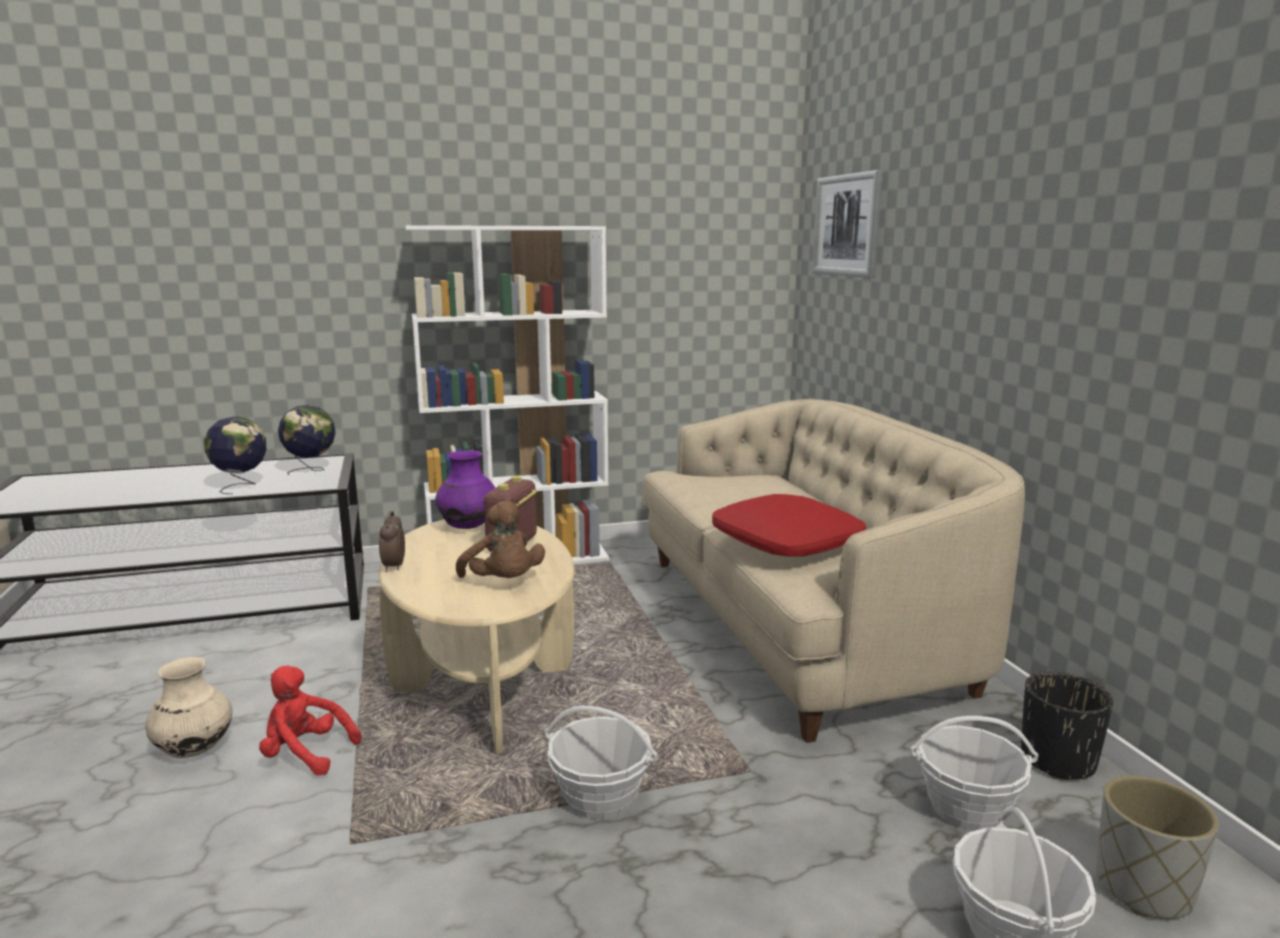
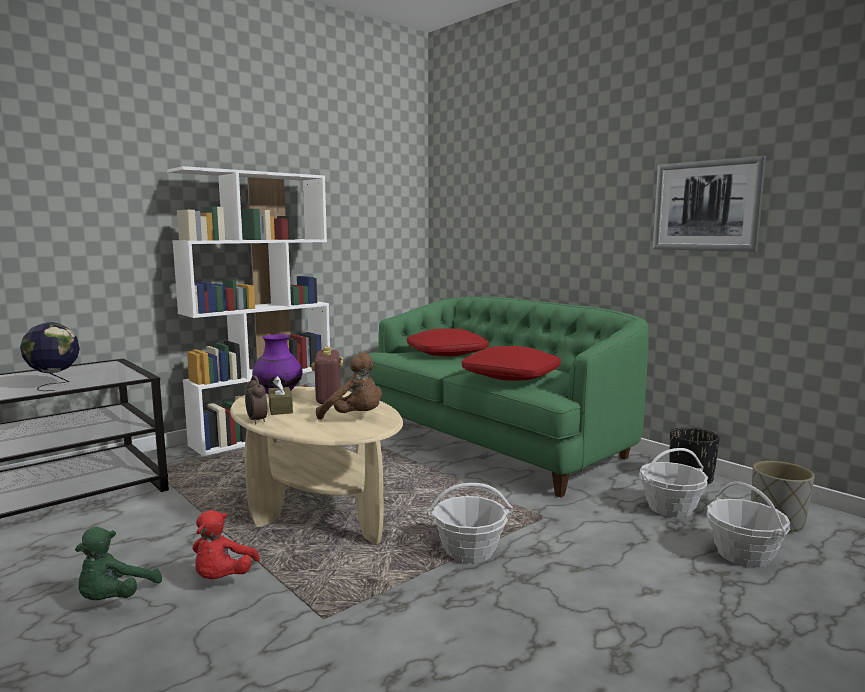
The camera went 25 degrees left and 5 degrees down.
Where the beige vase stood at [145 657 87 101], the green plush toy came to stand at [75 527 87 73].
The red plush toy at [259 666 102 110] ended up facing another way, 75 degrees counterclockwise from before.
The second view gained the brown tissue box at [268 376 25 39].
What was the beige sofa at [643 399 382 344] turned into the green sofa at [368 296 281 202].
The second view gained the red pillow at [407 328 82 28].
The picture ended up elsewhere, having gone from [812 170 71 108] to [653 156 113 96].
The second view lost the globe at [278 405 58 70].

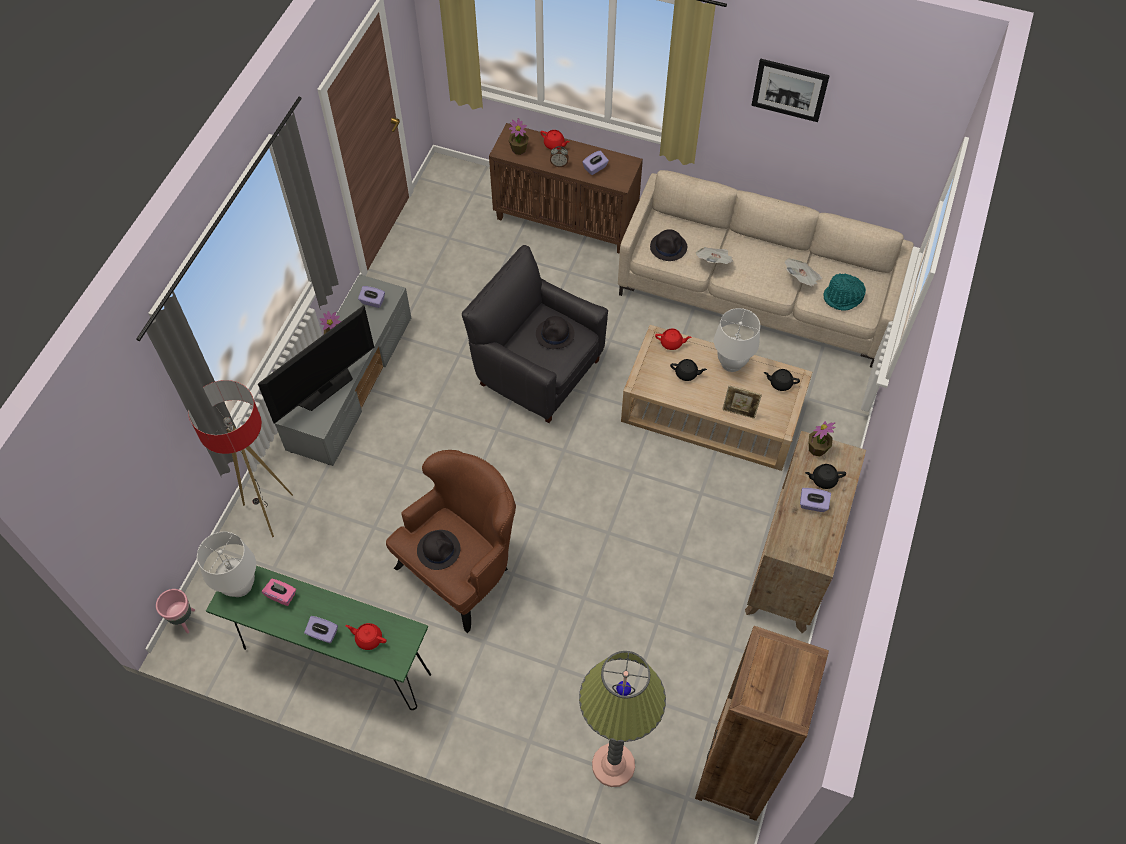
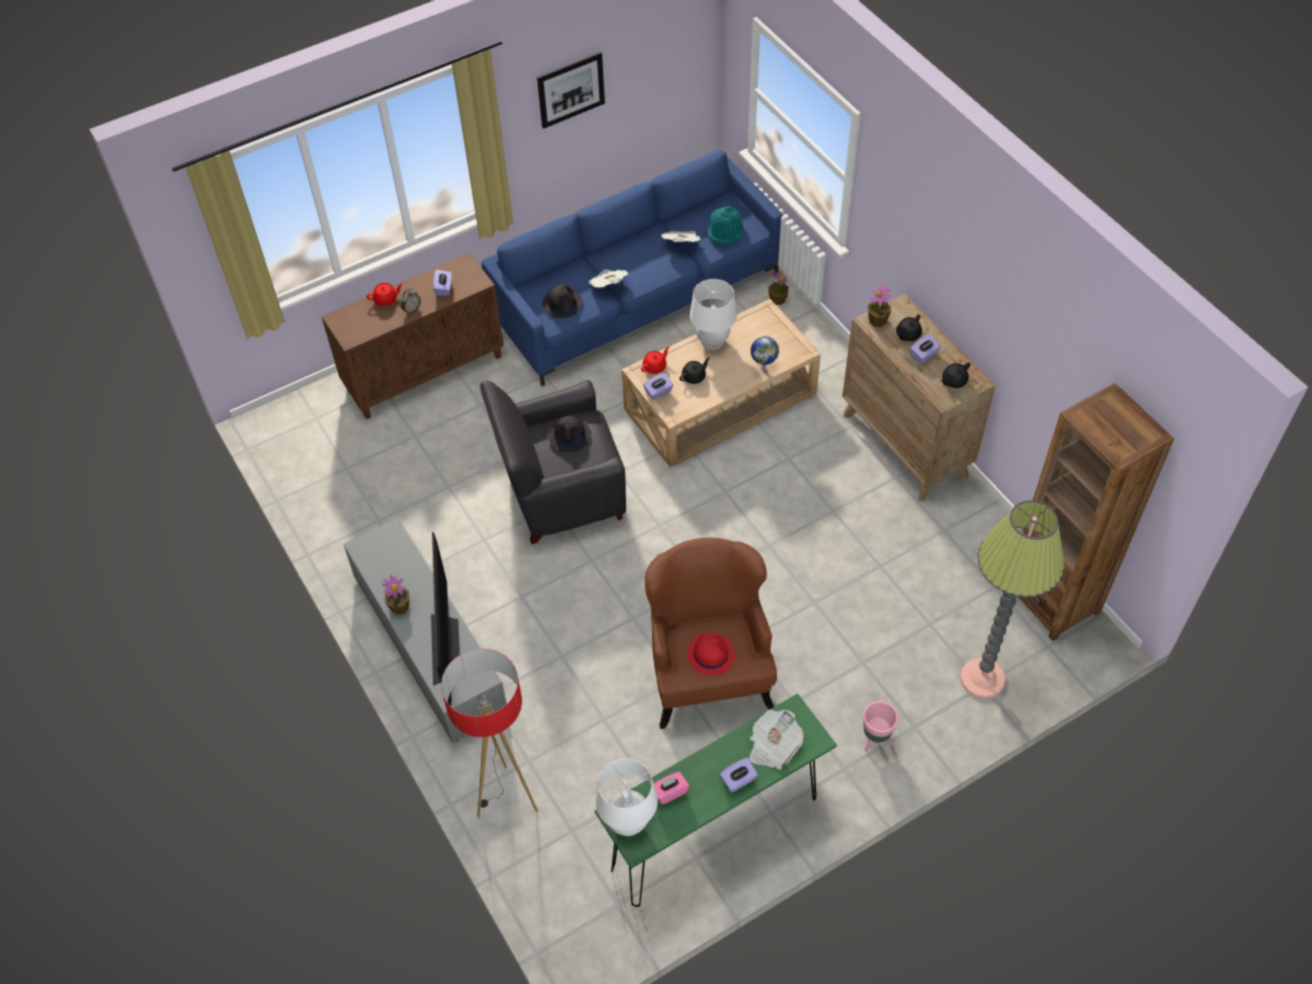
The camera went 50 degrees left and 5 degrees down.
What was the beige sofa at [618 170 296 198] turned into the blue sofa at [482 150 301 236].
The purple tissue box ended up elsewhere, having gone from [358 286 27 22] to [643 373 30 27].
What was the black hat at [417 530 43 40] turned into the red hat at [687 633 48 42].
Where the red teapot stood at [346 623 41 27], the newspaper came to stand at [749 710 54 60].
Where the picture frame stood at [722 385 40 34], the globe came to stand at [751 336 28 35].
The potted plant ended up elsewhere, having gone from [509 118 20 37] to [768 270 20 35].
The pink planter ended up elsewhere, having gone from [156 589 39 45] to [863 701 35 51].
The black teapot ended up elsewhere, having gone from [764 369 36 22] to [941 362 29 26].

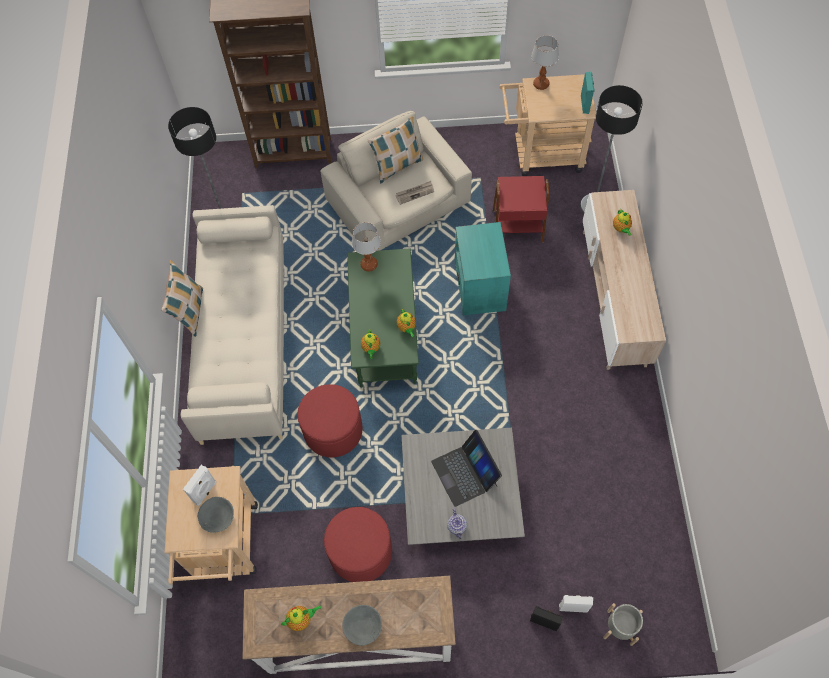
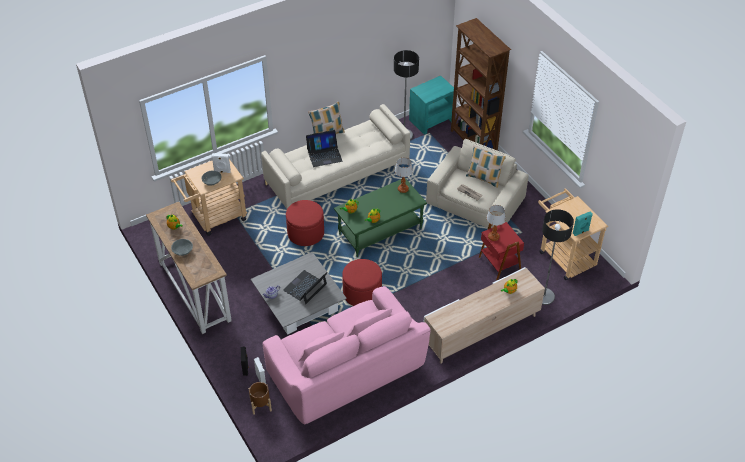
The camera went 60 degrees right and 15 degrees down.
What was the grey planter at [603 603 40 43] turned into the brown planter at [249 382 23 33].
The second view gained the pink sofa at [263 286 168 138].
The second view gained the laptop at [306 130 36 37].
The red ottoman ended up elsewhere, having gone from [324 507 68 75] to [342 259 40 47].
The turquoise side table ended up elsewhere, having gone from [455 222 56 93] to [409 75 45 60].
The table lamp ended up elsewhere, having gone from [531 35 28 55] to [486 205 20 36].

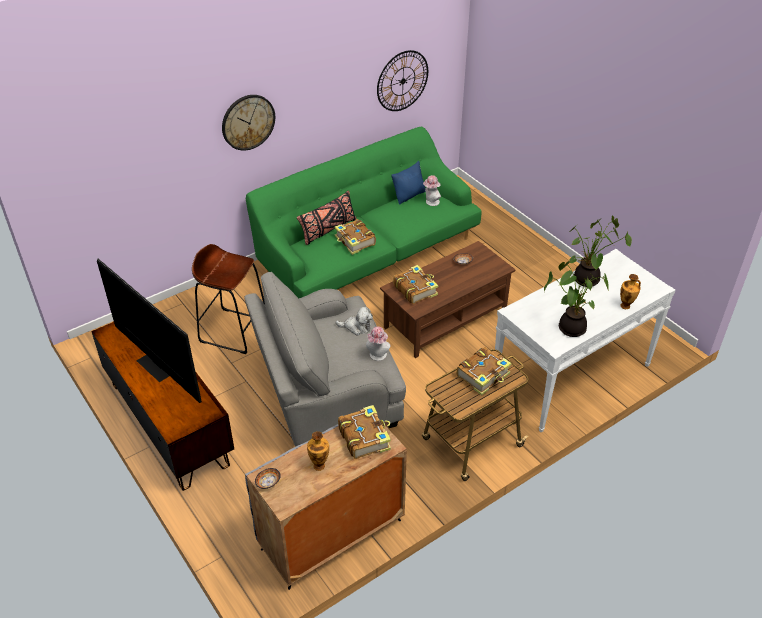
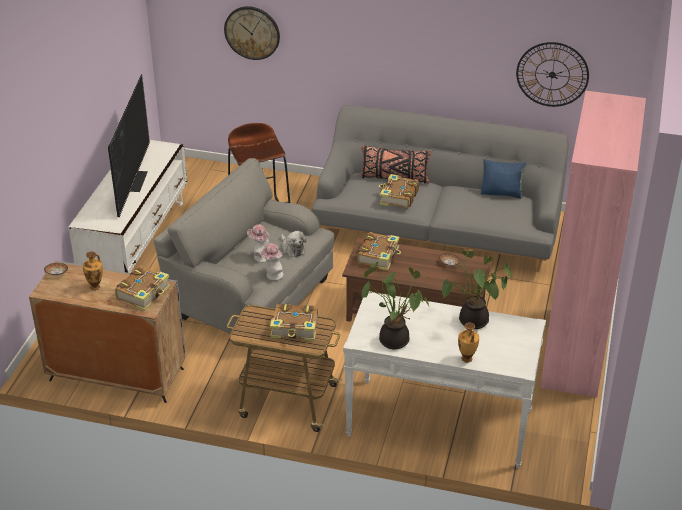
The camera went 50 degrees right and 5 degrees down.
What was the brown tv stand at [91 322 143 169] turned into the white tv stand at [69 140 118 133].
The wall clock ended up elsewhere, having gone from [222 95 53 56] to [224 6 56 54].
The hat ended up elsewhere, having gone from [423 175 18 31] to [247 224 22 38].
What was the green sofa at [246 127 235 171] turned into the grey sofa at [312 105 256 167].
The second view gained the pink bookcase at [540 91 106 307].

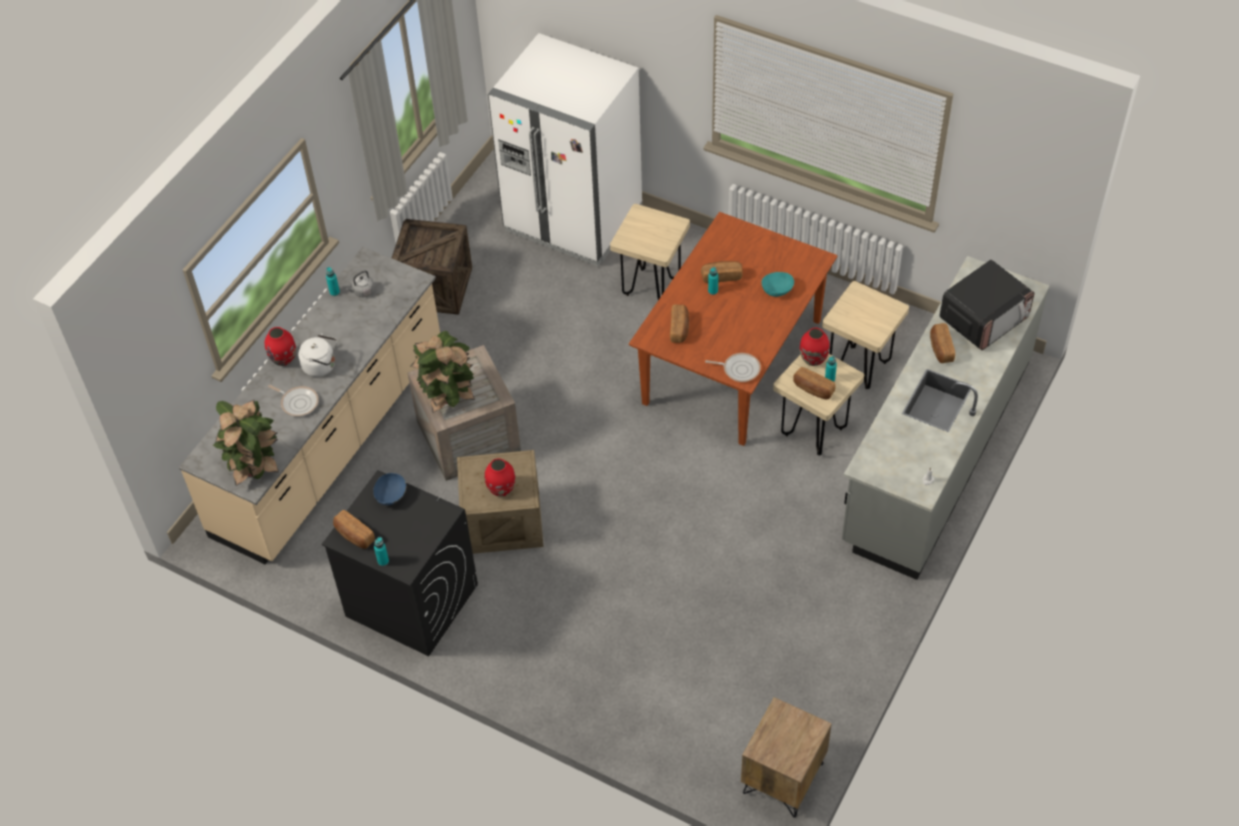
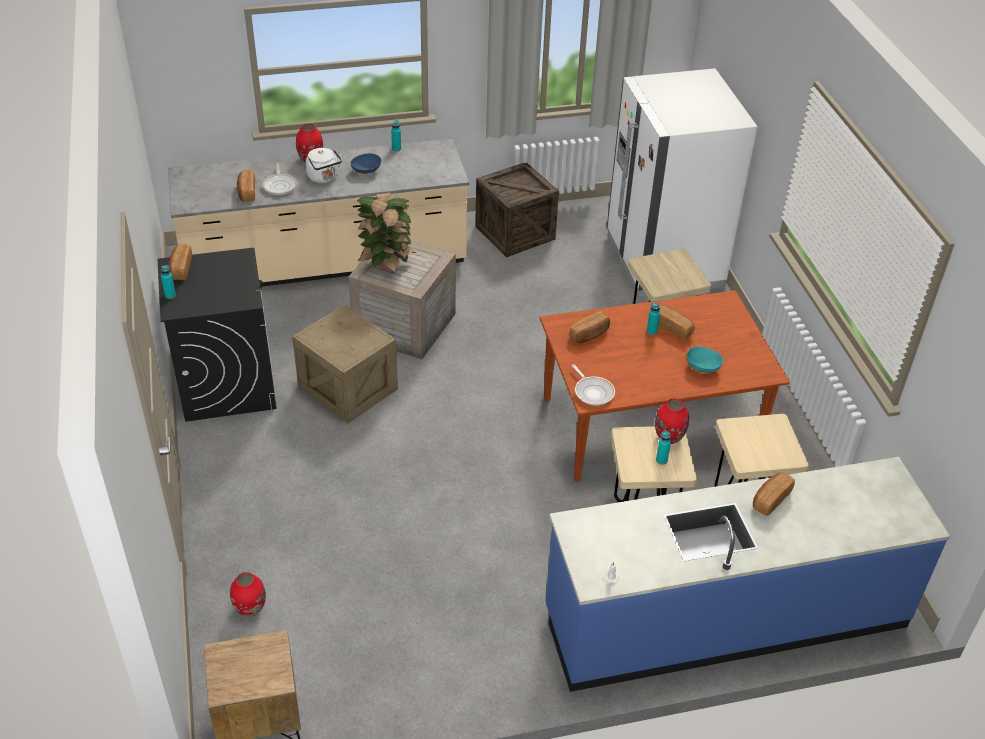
The camera went 45 degrees right and 10 degrees down.
The red vase ended up elsewhere, having gone from [485 458 31 39] to [230 572 36 45].
The bread ended up elsewhere, having gone from [793 367 42 32] to [237 170 18 32].
The blue bowl ended up elsewhere, having gone from [373 473 33 32] to [350 153 31 21].
What was the grey counter at [842 256 207 324] turned into the blue counter at [545 457 405 235].
The second view lost the potted plant at [213 400 66 86].
The second view lost the grey kettle at [346 270 29 27].
The second view lost the microwave at [939 260 95 90].

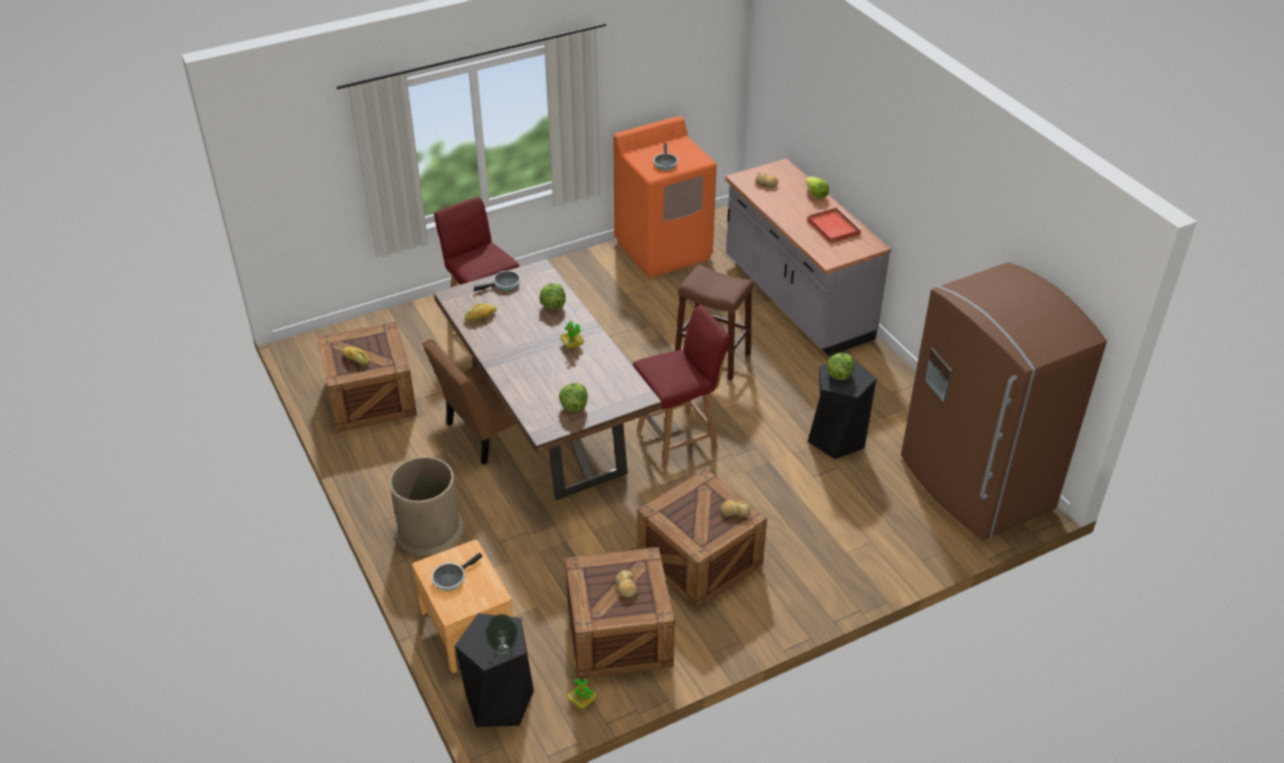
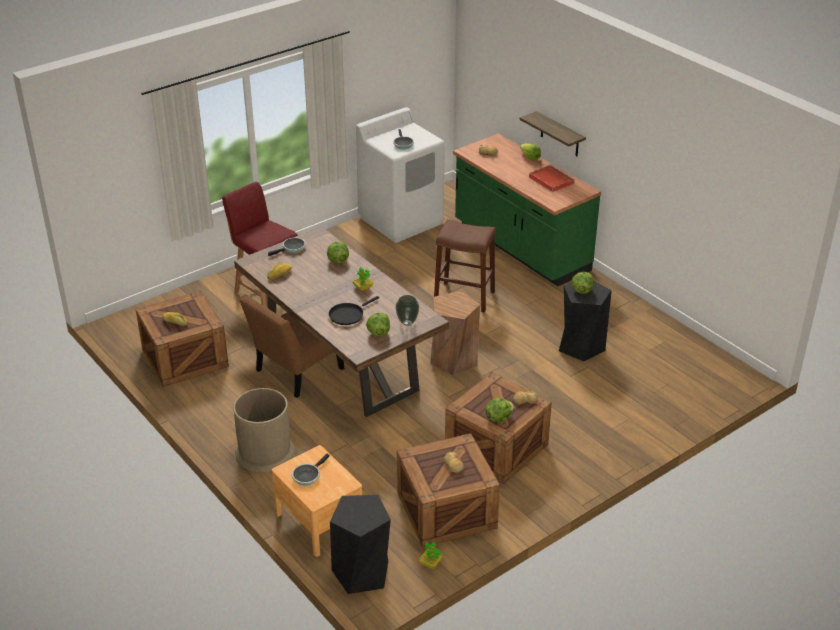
The camera went 10 degrees left and 5 degrees down.
The second view gained the black frying pan at [329 296 50 29].
What was the orange washing machine at [613 116 104 162] turned into the white washing machine at [356 107 89 136].
The vase ended up elsewhere, having gone from [484 614 35 41] to [395 295 24 31].
Where the red chair stood at [633 305 97 162], the brown stool came to stand at [430 291 50 85].
What was the grey counter at [725 158 166 198] turned into the green counter at [453 133 148 153].
The second view gained the lettuce at [485 398 29 25].
The second view gained the shelf at [519 111 67 45].
The second view lost the brown fridge at [901 262 206 278].

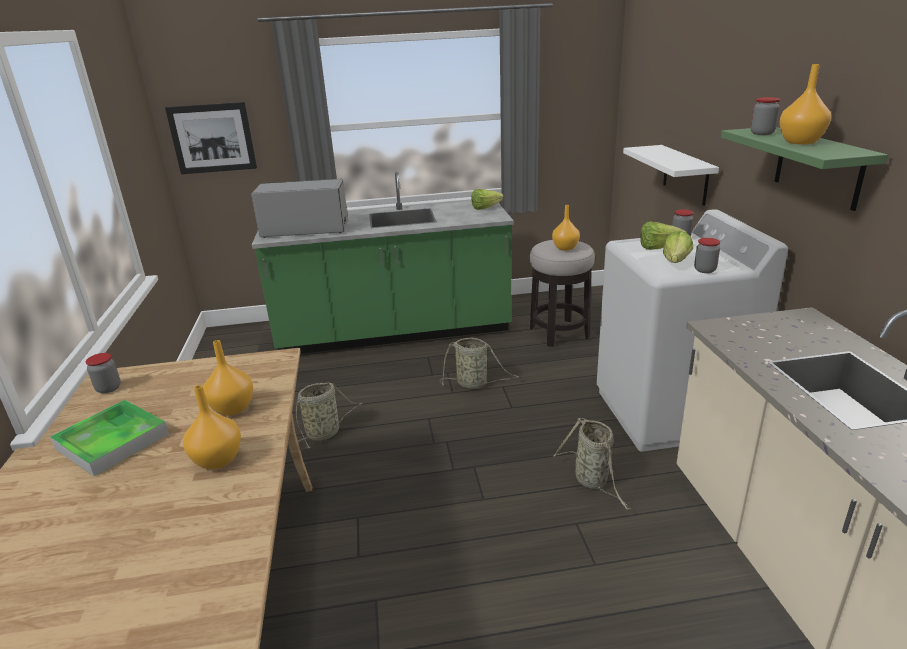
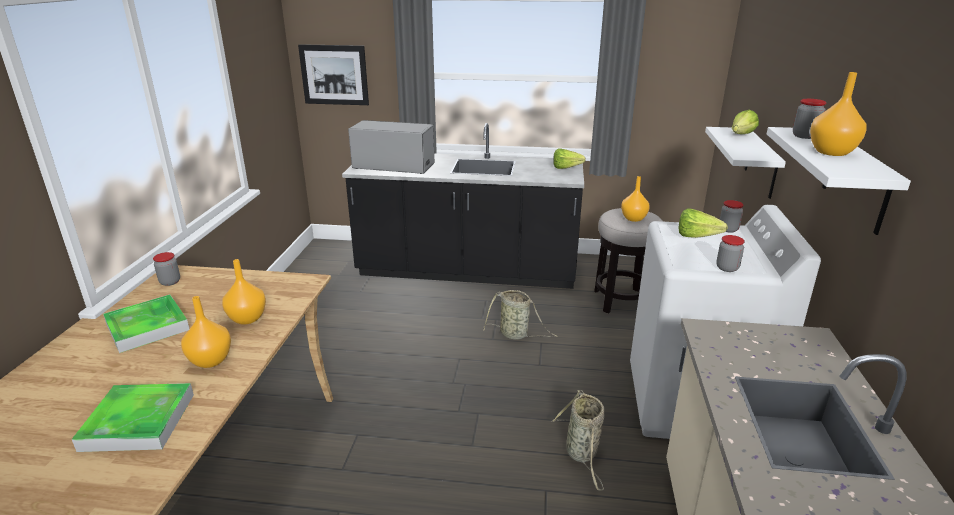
The camera went 15 degrees right and 0 degrees up.
The second view gained the tray at [72 383 122 69].
What was the green counter at [252 172 262 182] turned into the black counter at [342 123 242 166].
The lettuce ended up elsewhere, having gone from [663 231 30 32] to [732 110 27 24].
What was the green shelf at [721 127 167 84] turned into the white shelf at [767 127 144 108].
The second view lost the basket at [296 383 66 65].

